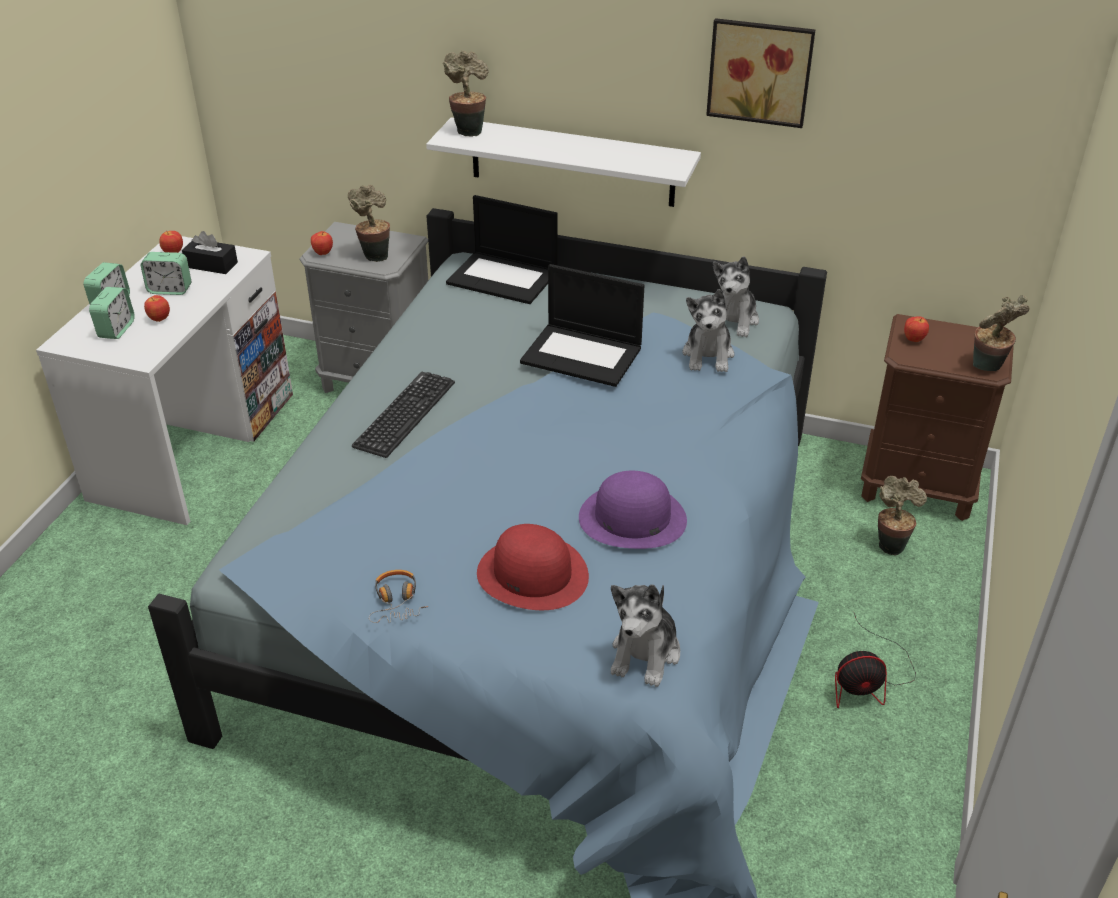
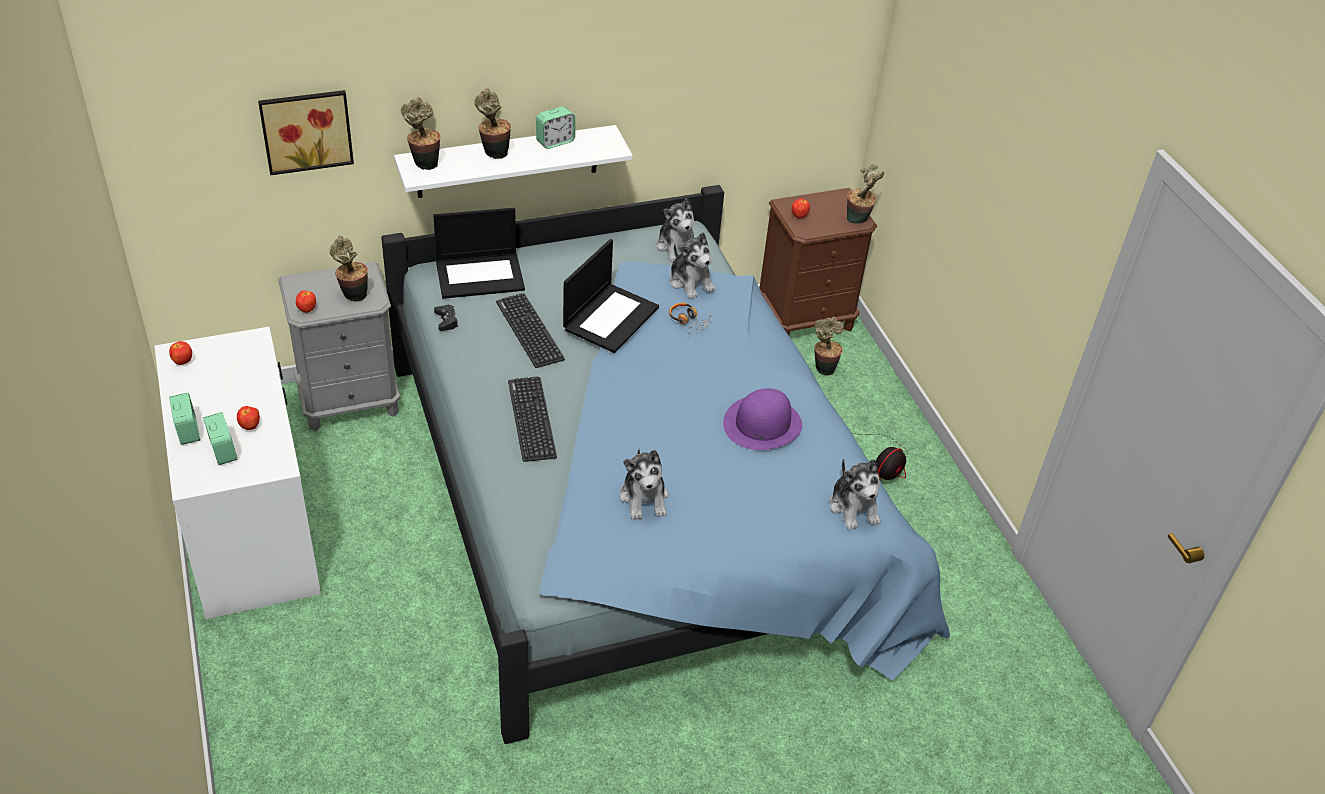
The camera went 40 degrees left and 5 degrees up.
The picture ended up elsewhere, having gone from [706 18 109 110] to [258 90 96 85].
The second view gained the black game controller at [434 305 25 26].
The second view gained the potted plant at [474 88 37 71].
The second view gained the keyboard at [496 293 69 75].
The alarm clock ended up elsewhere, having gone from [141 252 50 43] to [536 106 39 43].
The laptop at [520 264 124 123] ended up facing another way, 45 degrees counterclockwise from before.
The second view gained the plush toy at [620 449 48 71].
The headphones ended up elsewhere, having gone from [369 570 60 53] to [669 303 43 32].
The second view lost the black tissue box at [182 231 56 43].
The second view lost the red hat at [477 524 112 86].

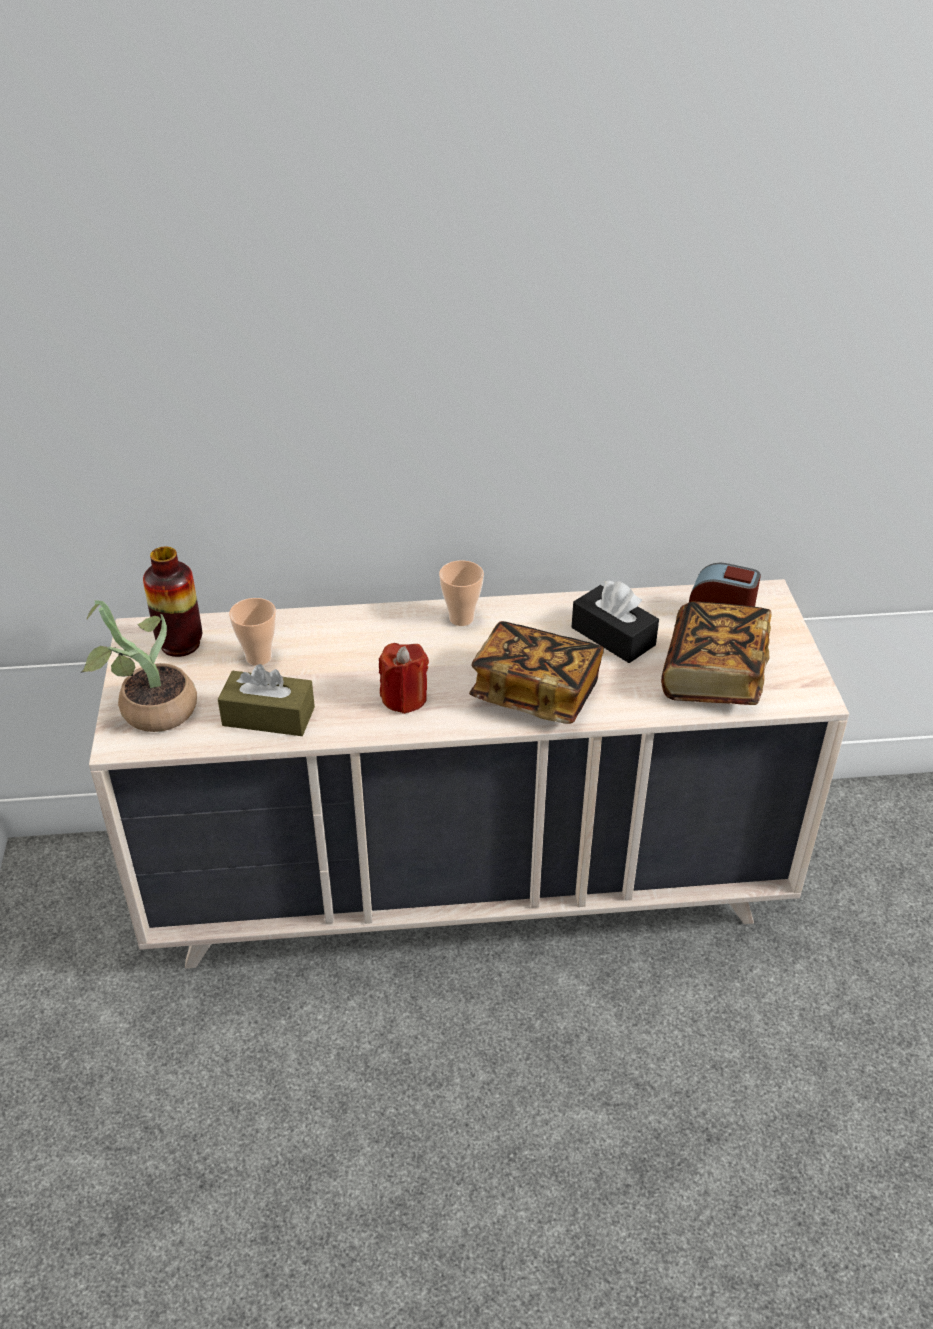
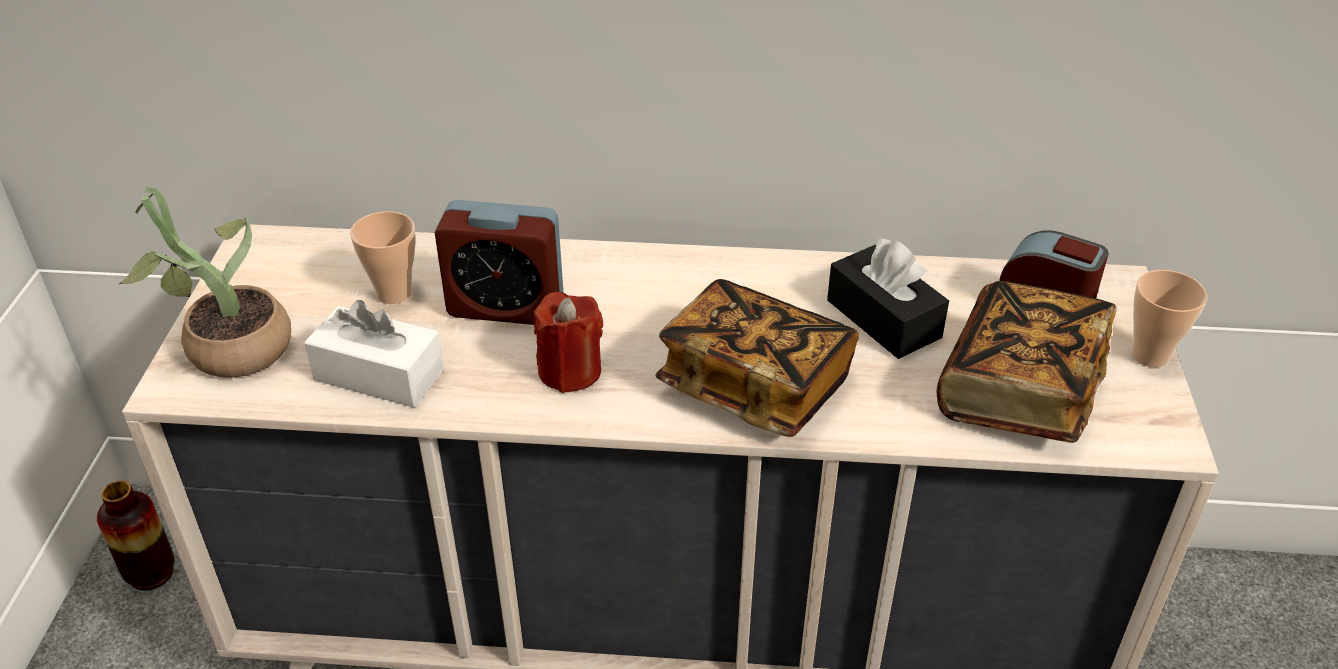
The camera went 10 degrees right and 0 degrees up.
The vase ended up elsewhere, having gone from [143 547 59 110] to [97 480 78 111].
What was the brown tissue box at [218 664 97 72] turned into the white tissue box at [304 300 140 108].
The second view gained the alarm clock at [435 200 128 125].
The cup ended up elsewhere, having gone from [439 560 45 66] to [1131 270 76 98].

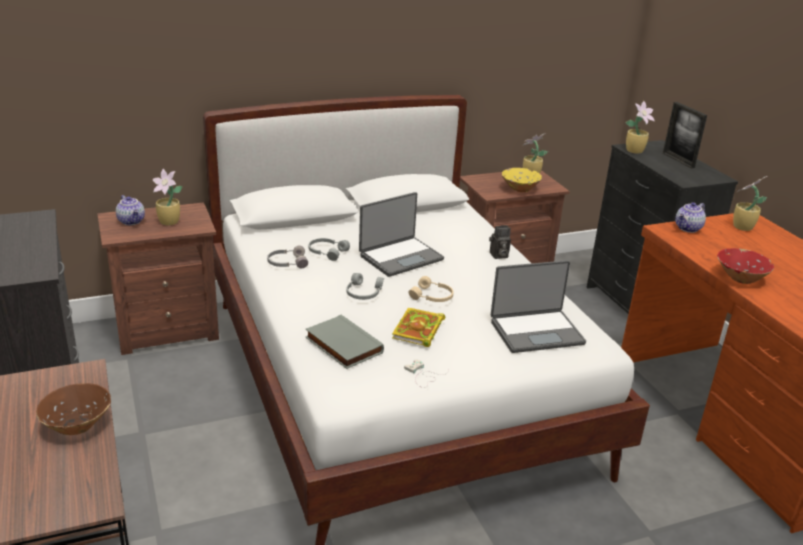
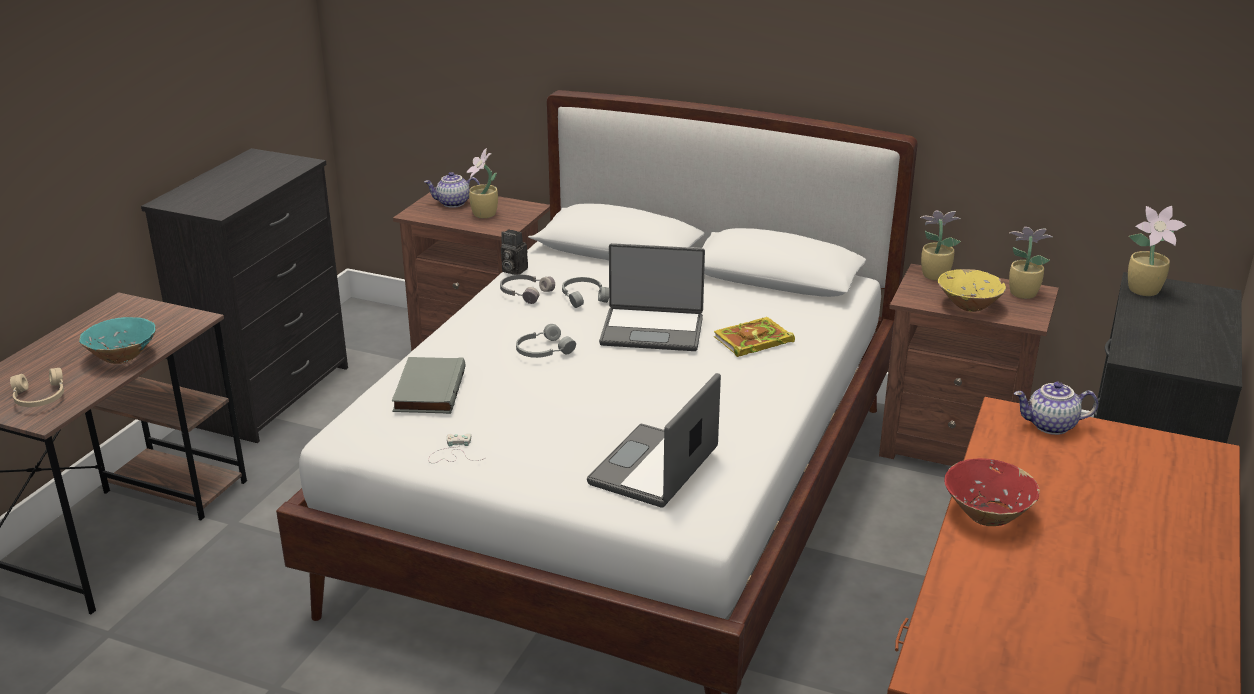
The camera went 45 degrees right and 0 degrees up.
The beige headphones ended up elsewhere, having gone from [408 276 46 26] to [10 368 54 39].
What was the brown bowl at [36 383 75 52] turned into the turquoise bowl at [79 317 77 47].
The teapot at [116 195 29 30] ended up facing another way, 75 degrees clockwise from before.
The photo camera ended up elsewhere, having gone from [489 225 22 34] to [501 229 27 46].
The laptop at [491 260 95 93] ended up facing another way, 90 degrees clockwise from before.
The book ended up elsewhere, having gone from [392 308 53 39] to [714 317 81 40].
The potted plant ended up elsewhere, having gone from [733 176 34 55] to [920 211 41 69].
The second view lost the picture frame at [663 102 44 66].

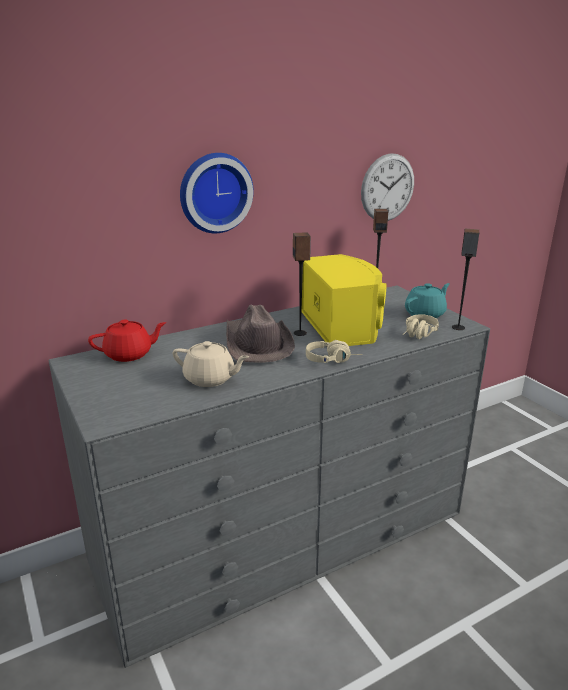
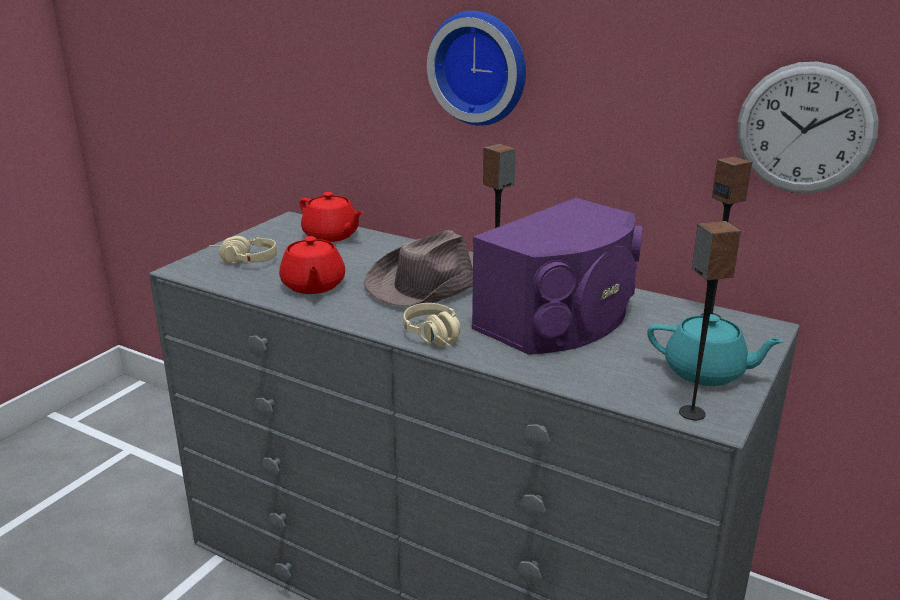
The camera went 60 degrees right and 0 degrees up.
The beige headphones ended up elsewhere, having gone from [403 314 36 25] to [209 236 68 28].
What was the beige teapot at [173 341 76 46] turned into the red teapot at [279 236 66 58].
What was the yellow speaker at [301 254 86 92] turned into the purple speaker at [472 198 171 157].

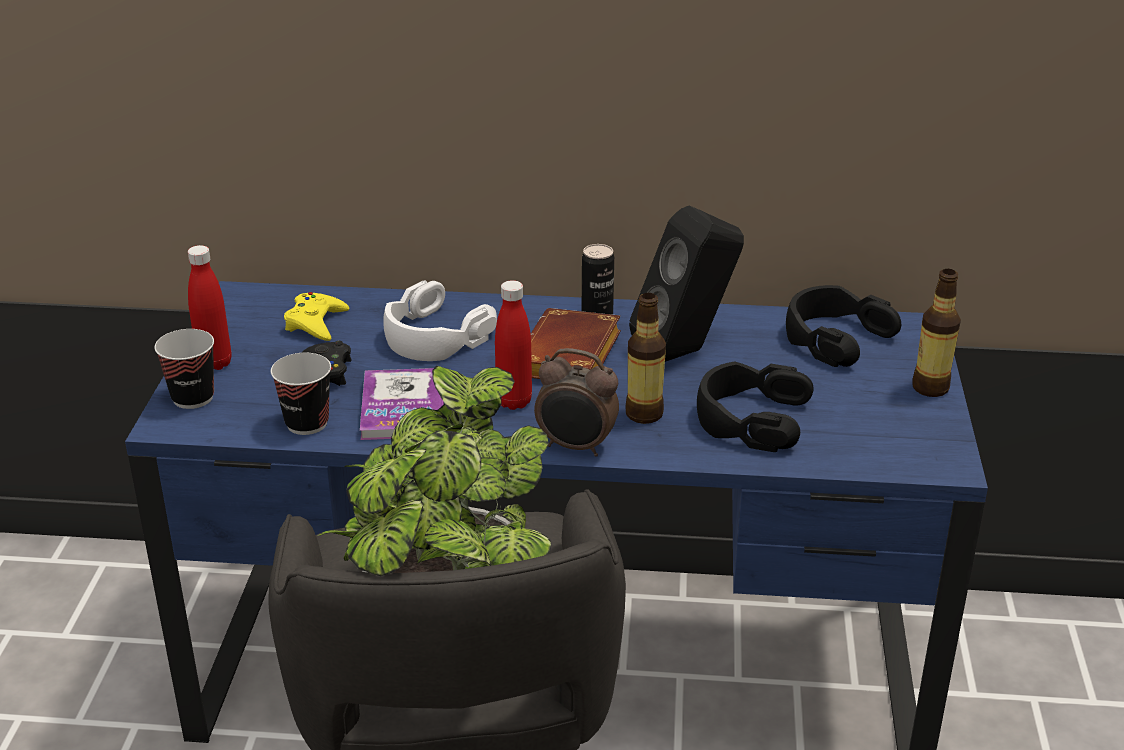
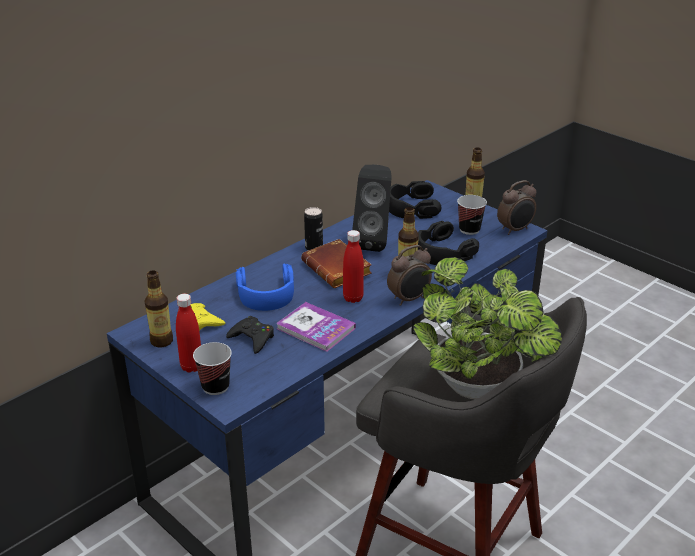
The camera went 50 degrees left and 0 degrees up.
The second view gained the bottle at [145 270 28 77].
What was the white headphones at [383 281 114 80] turned into the blue headphones at [236 263 58 48].
The cup ended up elsewhere, having gone from [271 353 60 82] to [457 195 30 40].
The second view gained the alarm clock at [497 180 39 55].

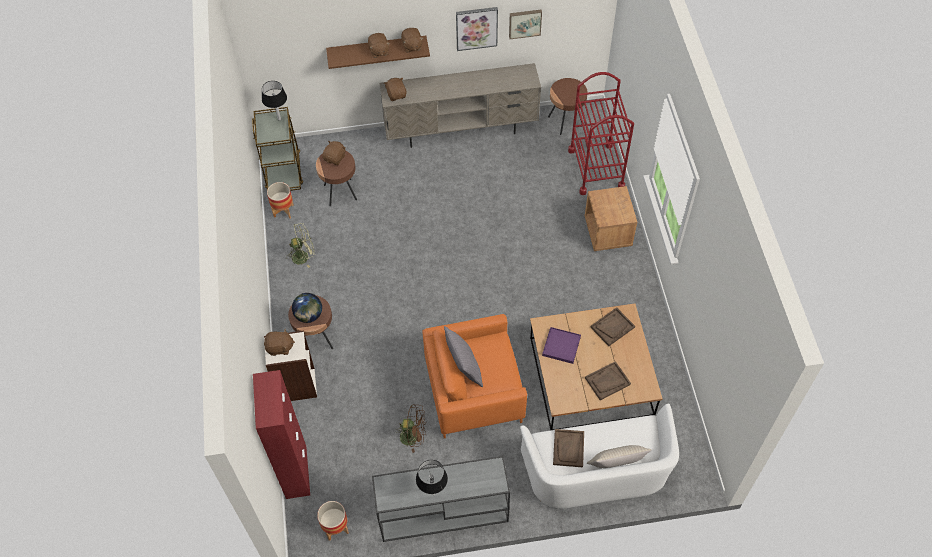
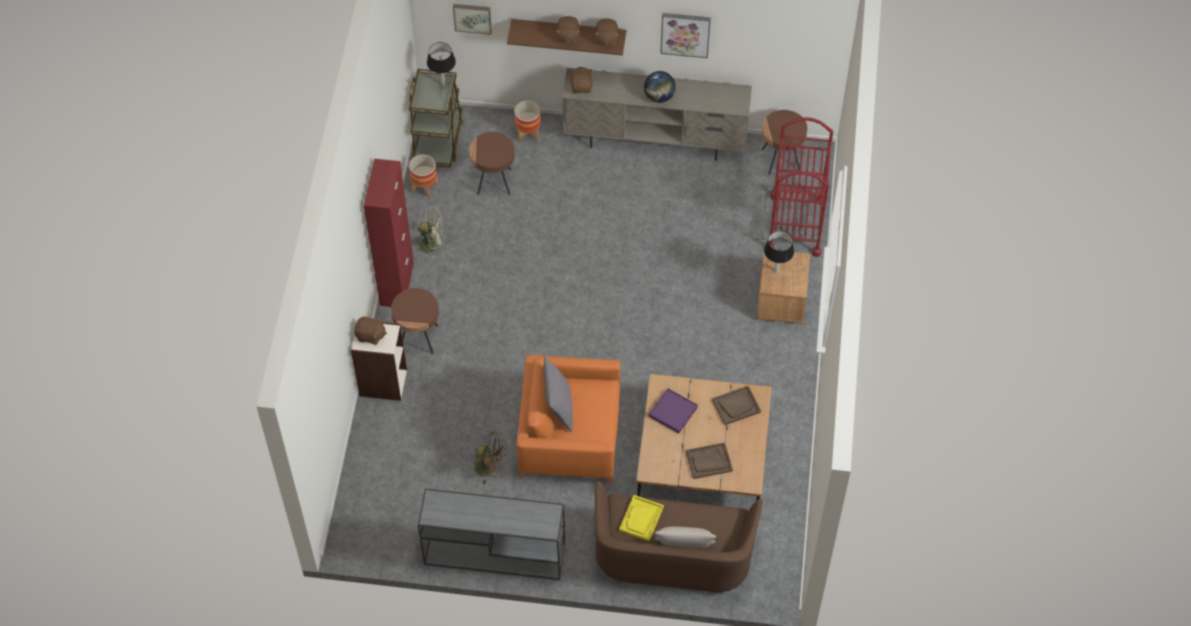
The camera went 15 degrees right and 0 degrees up.
The red cabinet ended up elsewhere, having gone from [253 370 57 129] to [364 159 50 148].
The picture ended up elsewhere, having gone from [509 10 33 29] to [453 4 39 31].
The planter ended up elsewhere, having gone from [317 501 32 40] to [514 101 27 41].
What was the white sofa at [520 403 159 105] turned into the brown sofa at [595 481 168 111].
What was the brown tray at [553 429 31 38] turned into the yellow tray at [619 495 45 46].
The globe ended up elsewhere, having gone from [292 293 30 30] to [644 71 32 32].
The black table lamp ended up elsewhere, having gone from [416 460 32 35] to [764 231 30 42].
The second view lost the brown plush toy at [322 141 24 24].

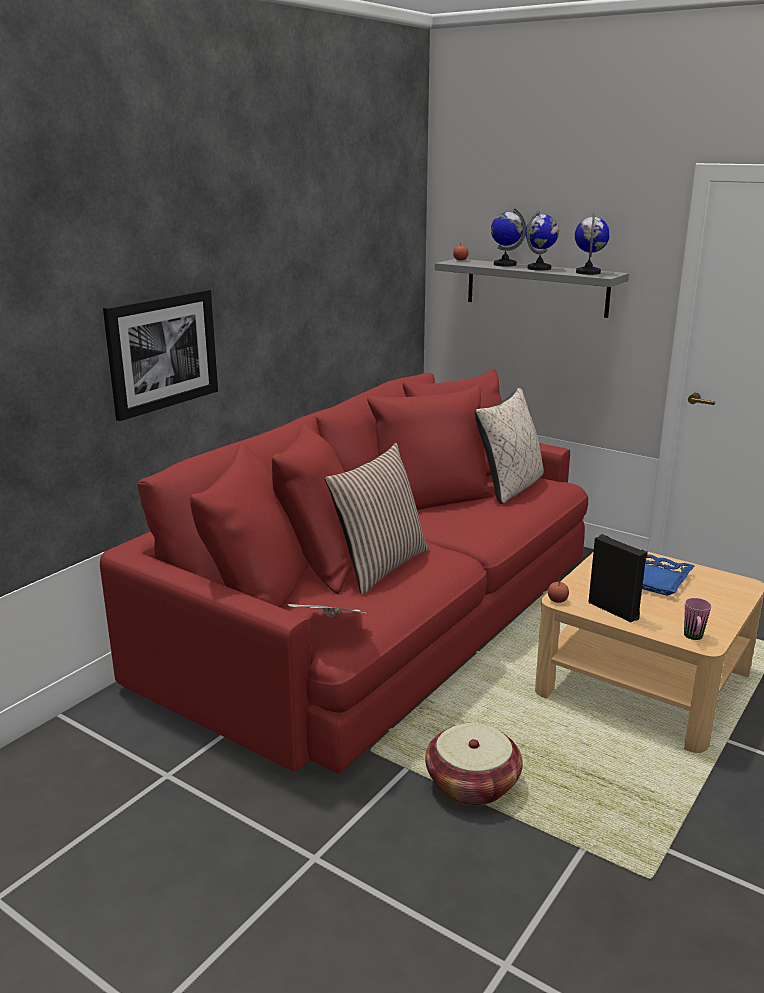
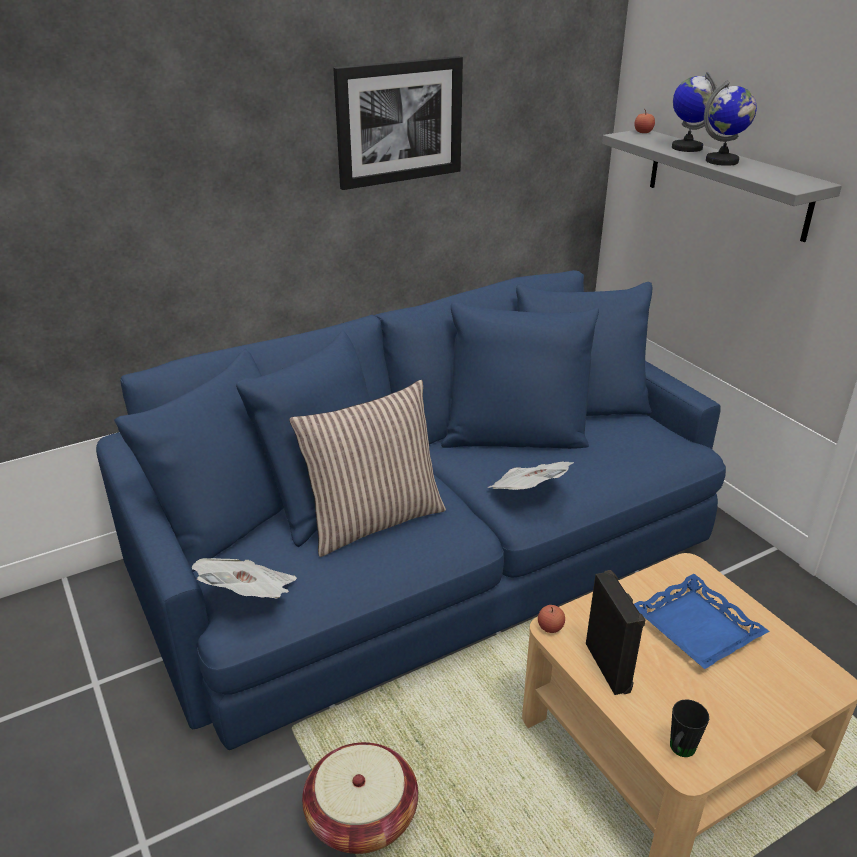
The camera went 25 degrees right and 10 degrees up.
What was the red sofa at [100 369 488 404] turned into the blue sofa at [96 270 630 480].
The picture ended up elsewhere, having gone from [103 289 115 132] to [333 56 130 134].
The second view gained the newspaper at [488 462 86 28].
What was the pink mug at [684 598 28 42] turned into the black mug at [670 699 39 58].
The second view lost the beige pillow at [475 388 69 116].
The second view lost the globe at [575 213 35 62].

